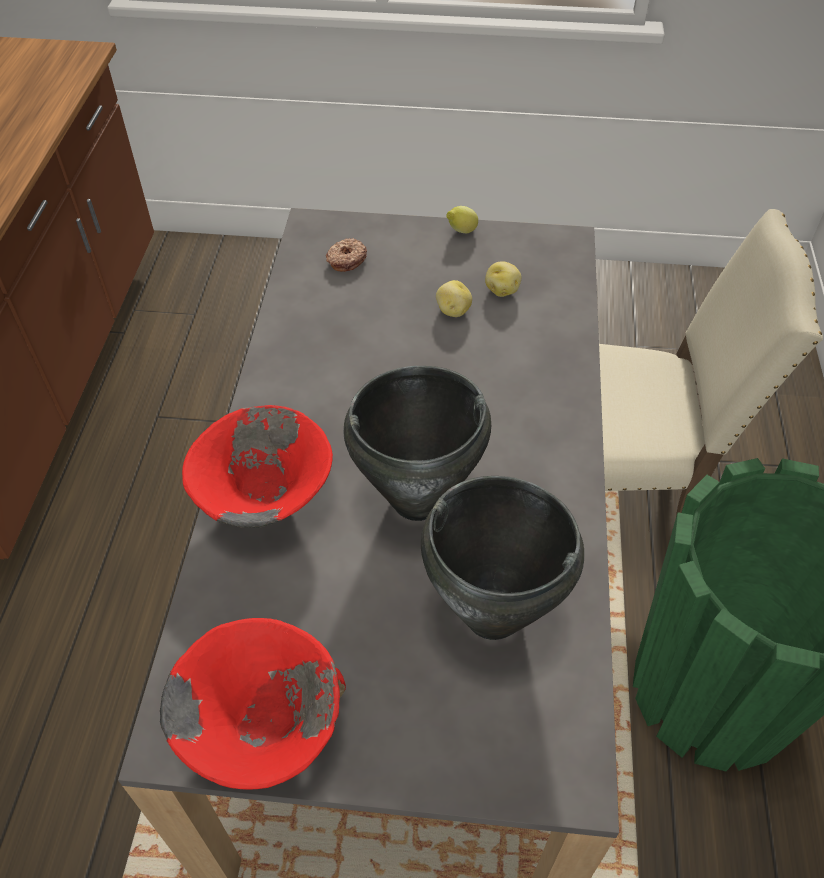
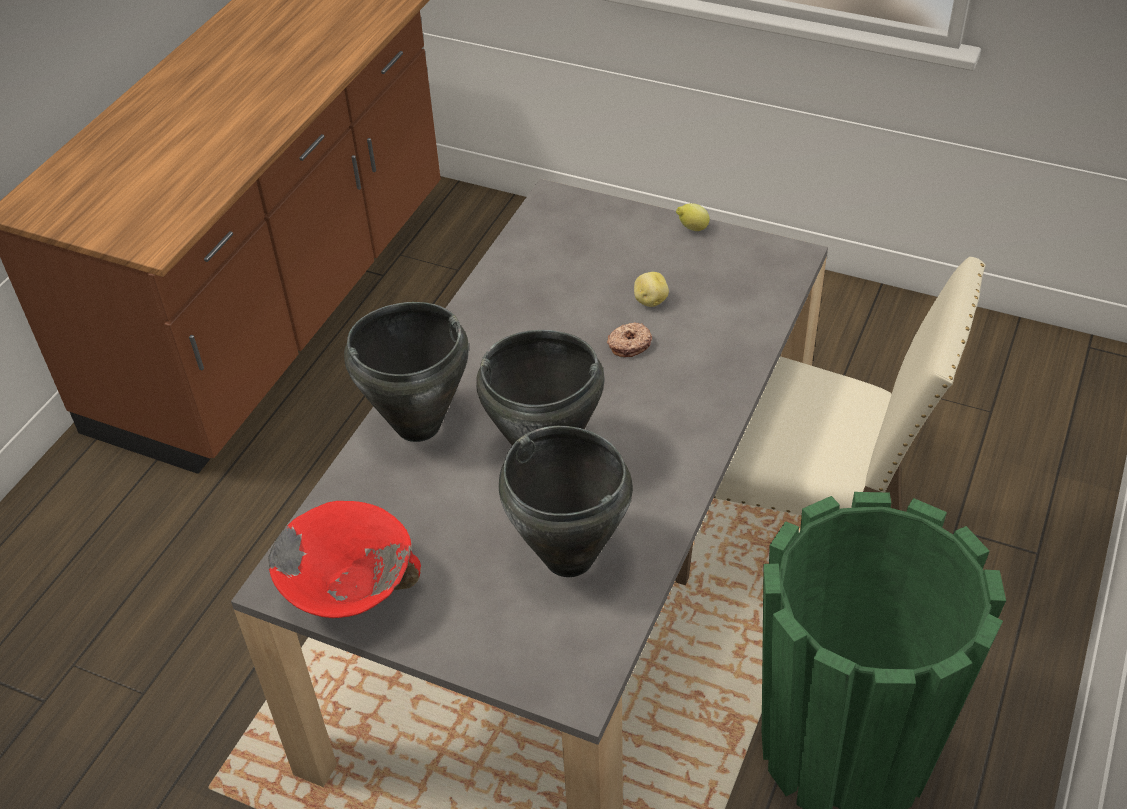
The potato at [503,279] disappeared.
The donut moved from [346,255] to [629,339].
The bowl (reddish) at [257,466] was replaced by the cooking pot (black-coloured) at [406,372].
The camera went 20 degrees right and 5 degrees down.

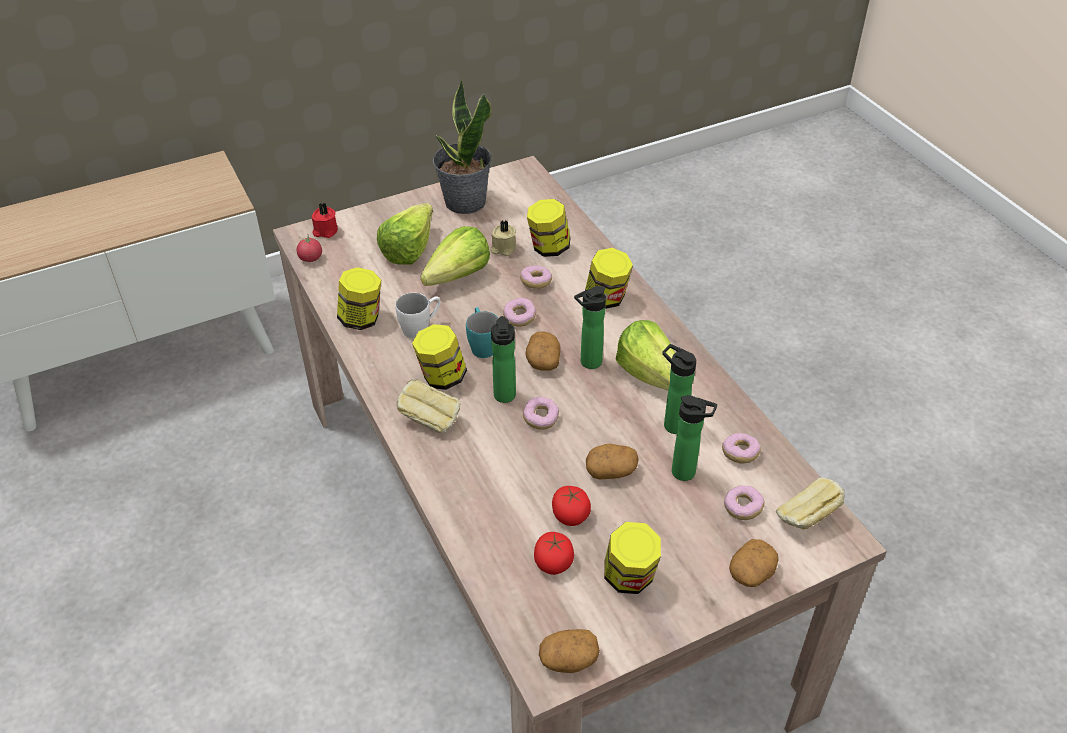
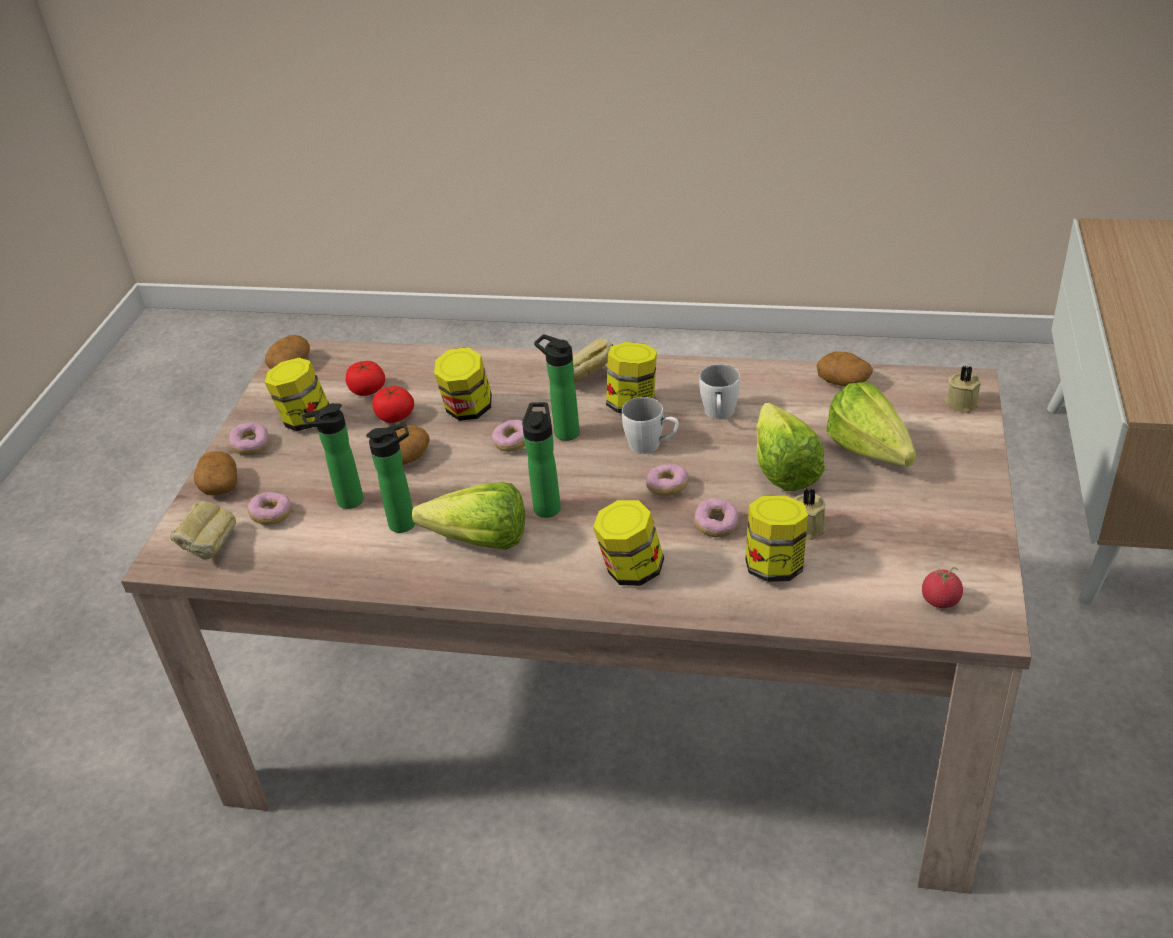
The potted plant at [462,146] disappeared.
The whole tomato moved from [309,248] to [942,587].
The storage jar moved from [359,298] to [463,384].
The potato moved from [543,351] to [845,368].
The donut moved from [741,448] to [249,438].
The candle (reddish) at [325,220] became the candle (beige) at [962,389].
The mug (turquoise-coloured) at [482,332] became the mug (whitish) at [650,425].
The camera went 130 degrees right and 5 degrees down.

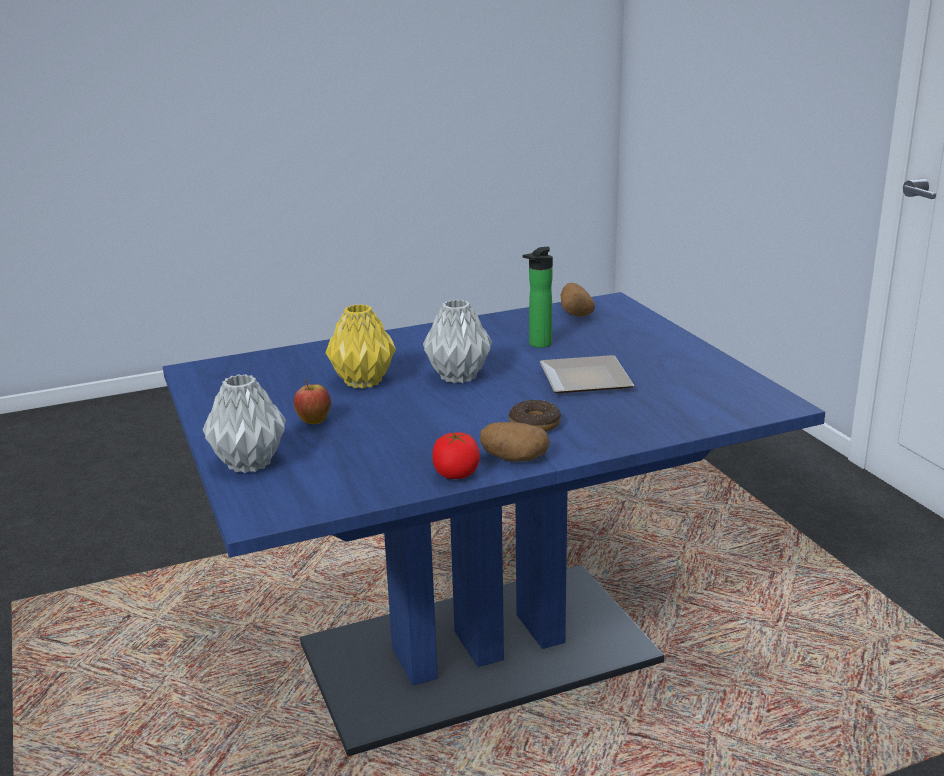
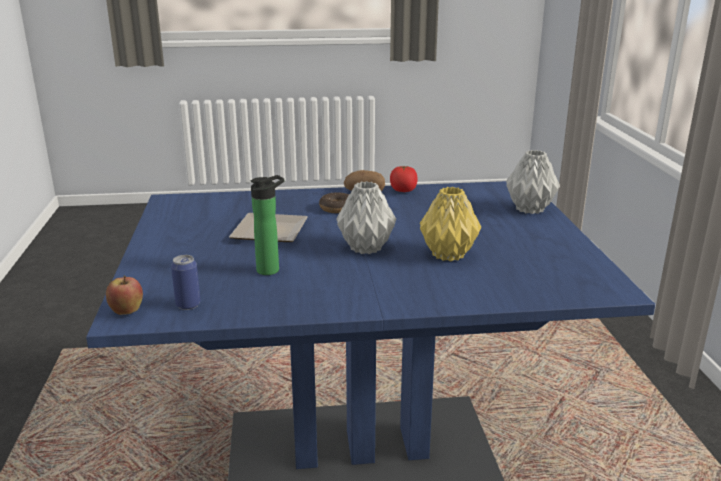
The apple moved from [312,401] to [124,295].
The potato at [578,300] was replaced by the metal can at [186,282].
The camera went 165 degrees left and 0 degrees up.

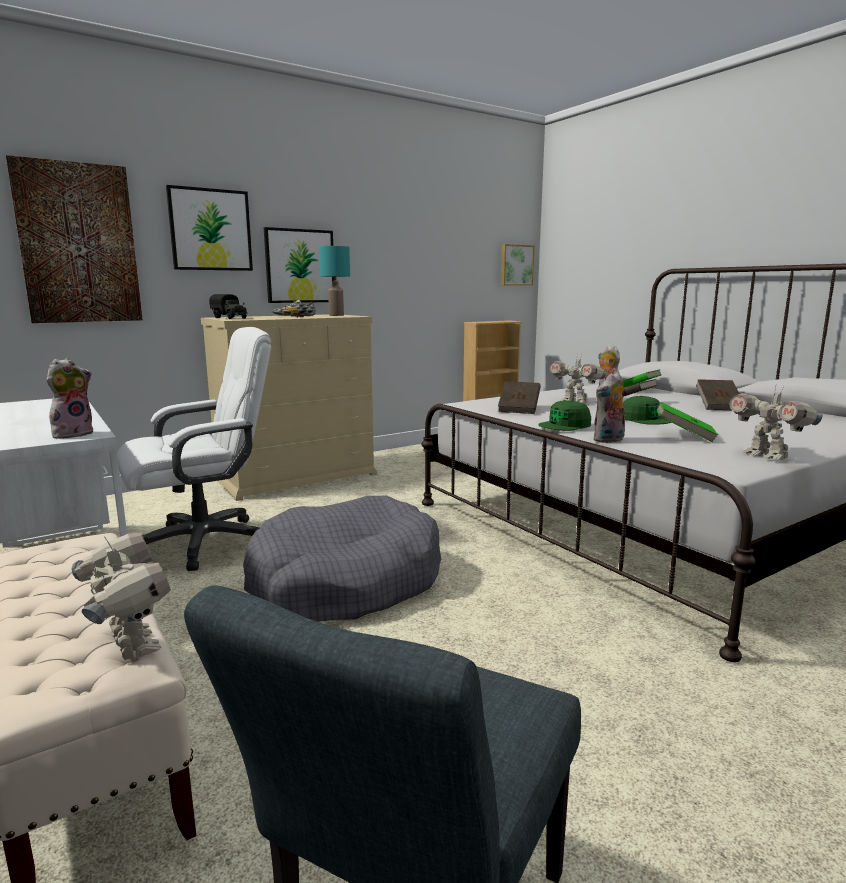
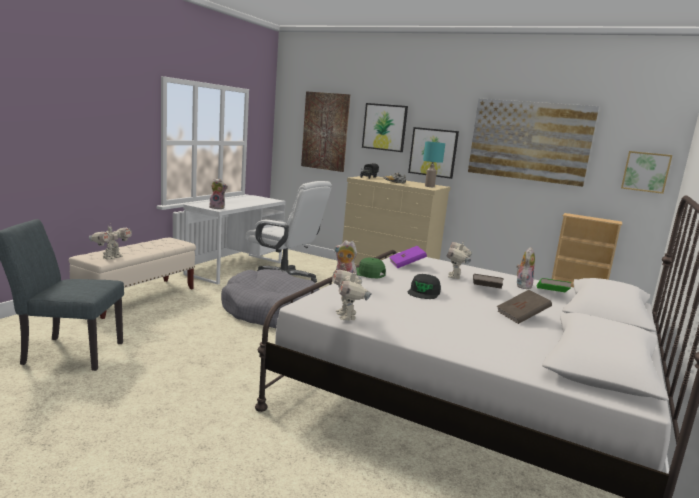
The book (green) at [687,422] disappeared.
The picture at [533,143] appeared.
The book (brownish) at [519,397] became the book (purplish) at [408,257].
The cap (green) at [647,410] became the cap (black-coloured) at [424,286].
The model robot at [776,423] turned 45 degrees counterclockwise.
The camera went 60 degrees right and 0 degrees up.

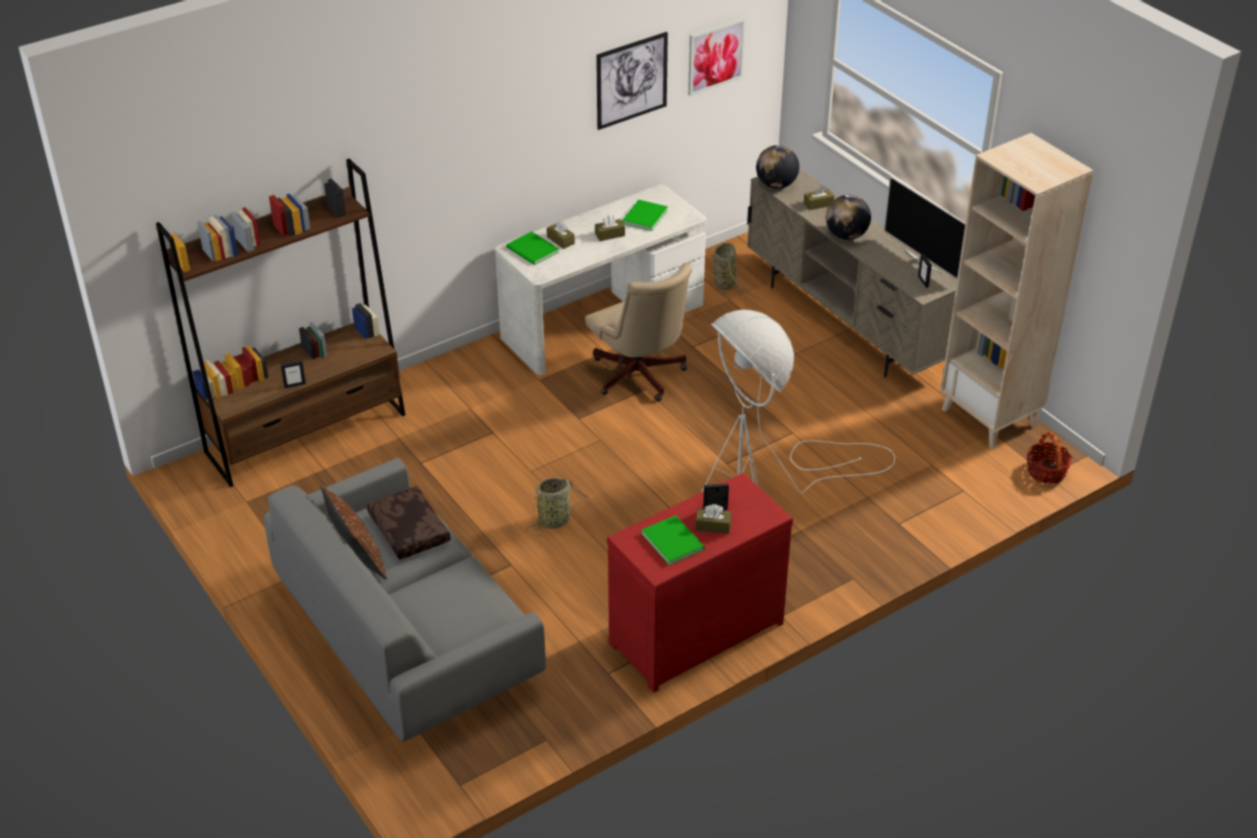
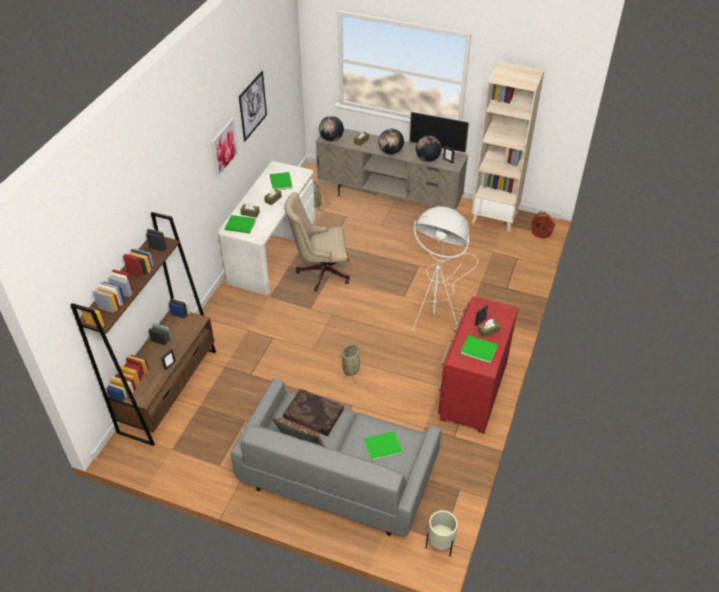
The book (green) at [383,446] appeared.
The desk globe at [429,149] appeared.
The planter (beige) at [442,533] appeared.
The picture moved from [717,56] to [224,148].
The office chair (beige) at [638,331] turned 150 degrees clockwise.
The camera went 35 degrees left and 5 degrees up.

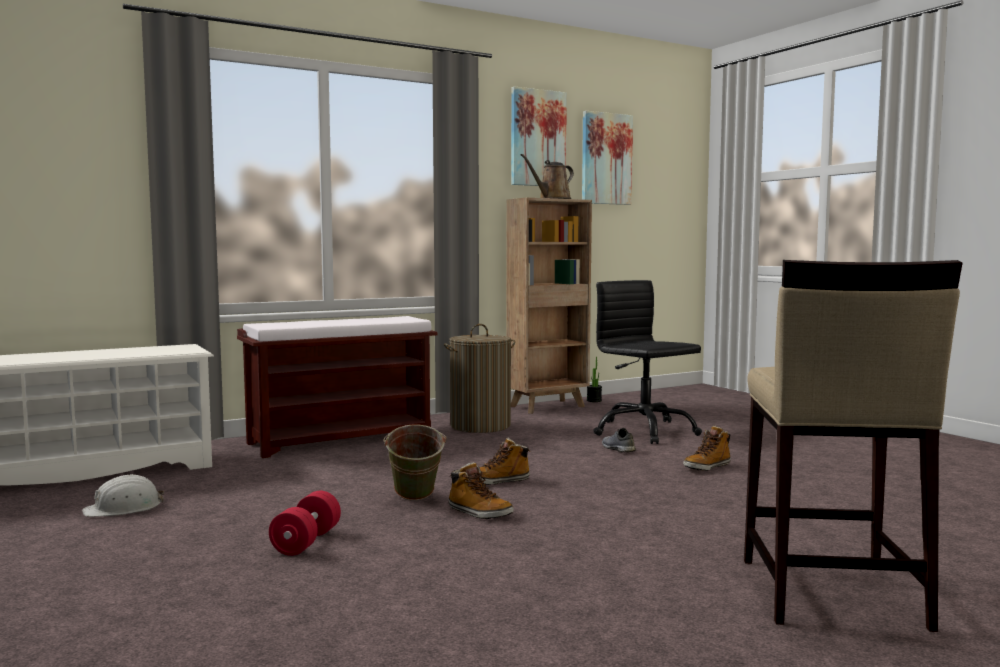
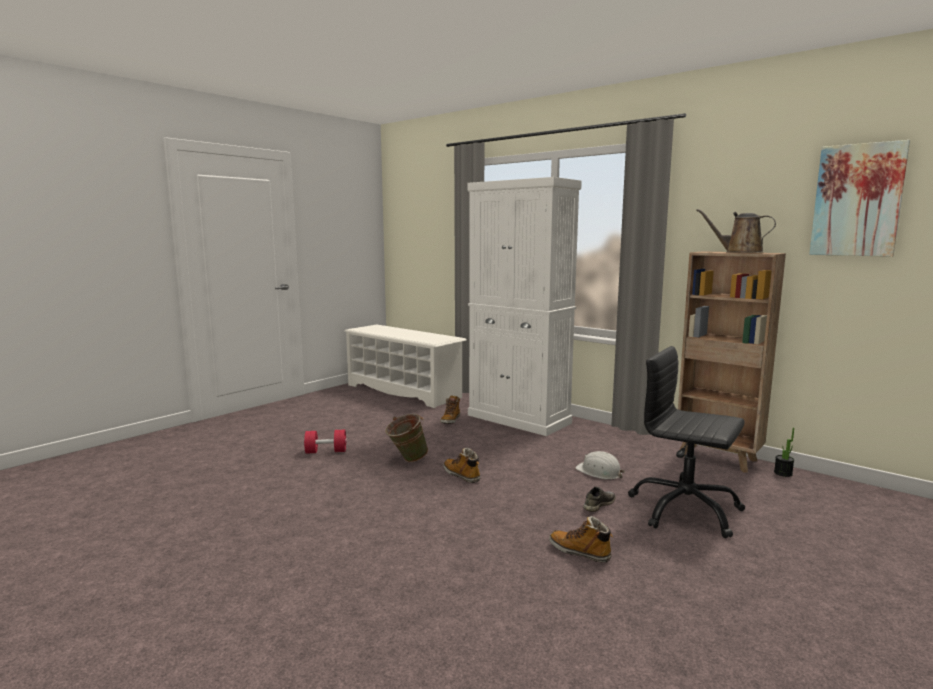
The laundry basket at [479,378] disappeared.
The picture at [539,136] disappeared.
The sitting stool (beige) at [853,446] disappeared.
The hard hat (whitish) moved from [123,495] to [600,465].
The tall boot moved from [481,490] to [450,409].
The long seat (brownish) at [337,387] was replaced by the cabinet (whitish) at [525,306].
The office chair (black-coloured) at [647,362] turned 90 degrees counterclockwise.
The camera went 70 degrees right and 5 degrees up.

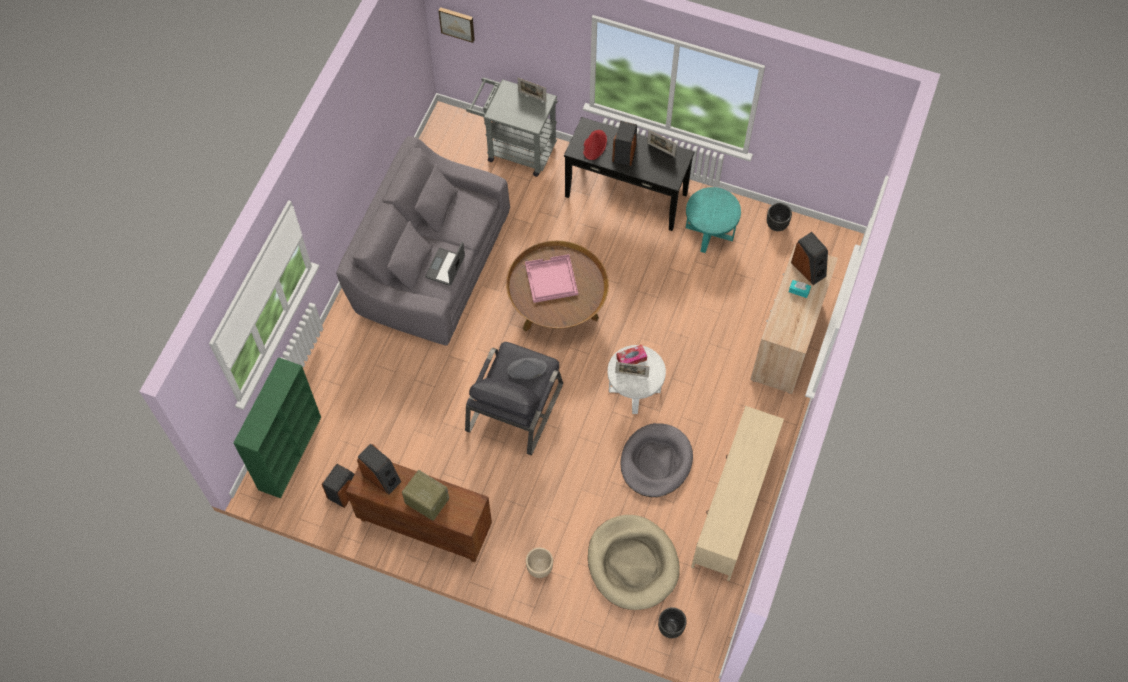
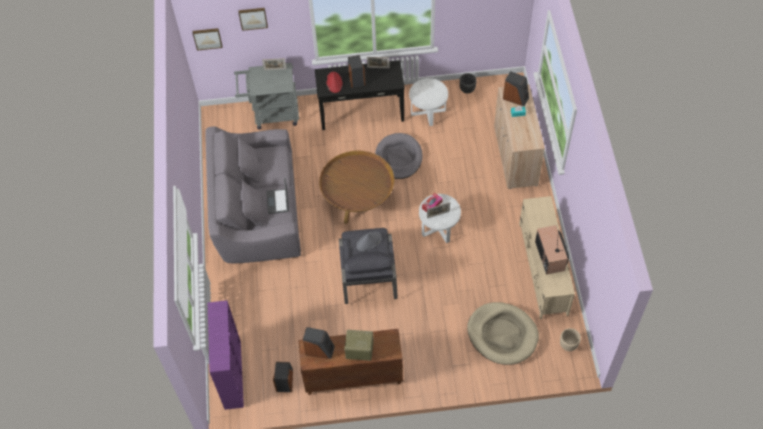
The serving tray (pink) at [551,278] disappeared.
The planter (black-coloured) at [672,622] disappeared.
The picture at [253,19] appeared.
The TV set at [552,250] appeared.
The planter (beige) moved from [539,563] to [570,339].
The pet bed (greyish) moved from [657,460] to [398,156].
The bookcase (green) at [277,427] became the bookcase (purplish) at [226,355].
The side table (turquoise-coloured) at [713,220] became the side table (whitish) at [428,102].
The camera went 25 degrees left and 5 degrees down.

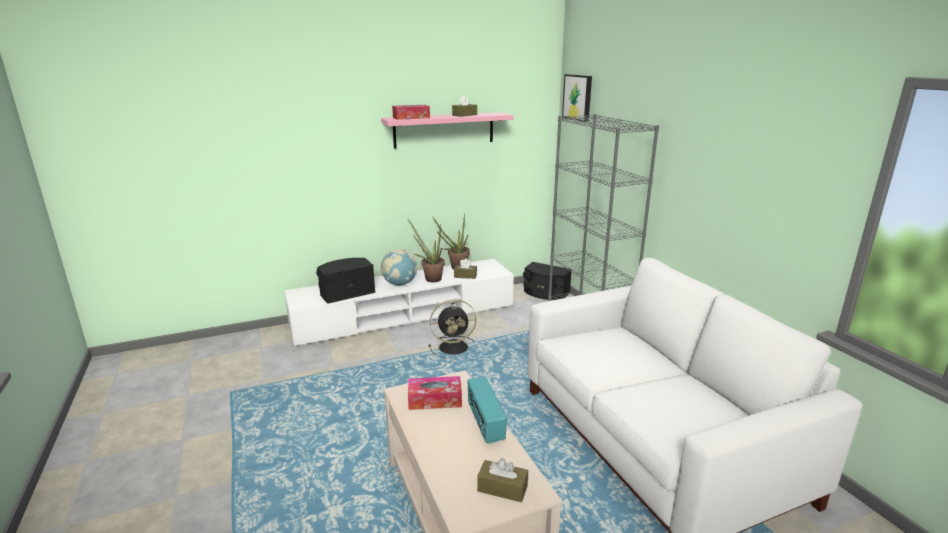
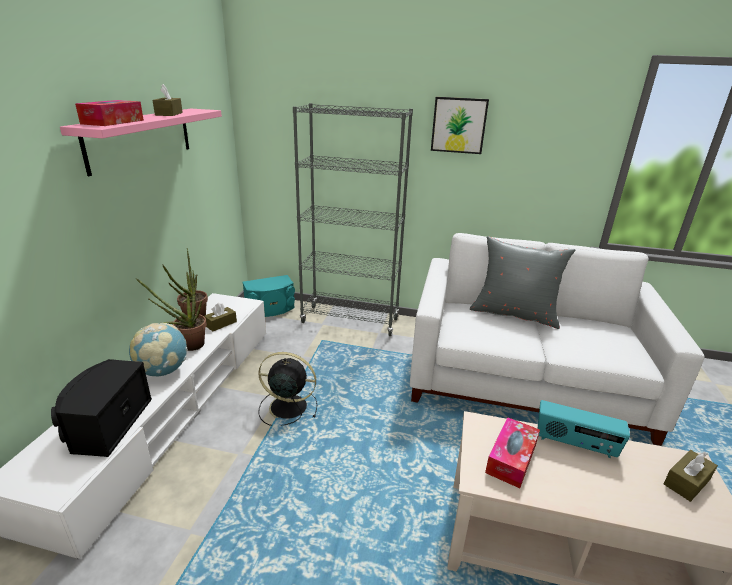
The throw pillow (greyish) at [523,282] appeared.
The picture moved from [577,98] to [460,125].
The audio speaker (black-coloured) at [547,281] became the audio speaker (turquoise-coloured) at [268,296].
The fan (black-coloured) at [452,329] turned 105 degrees counterclockwise.
The camera went 55 degrees left and 5 degrees up.

